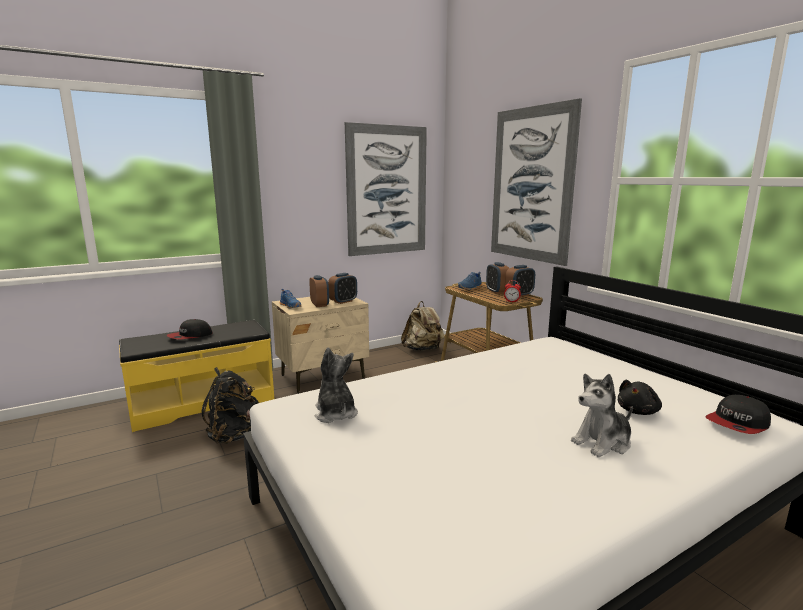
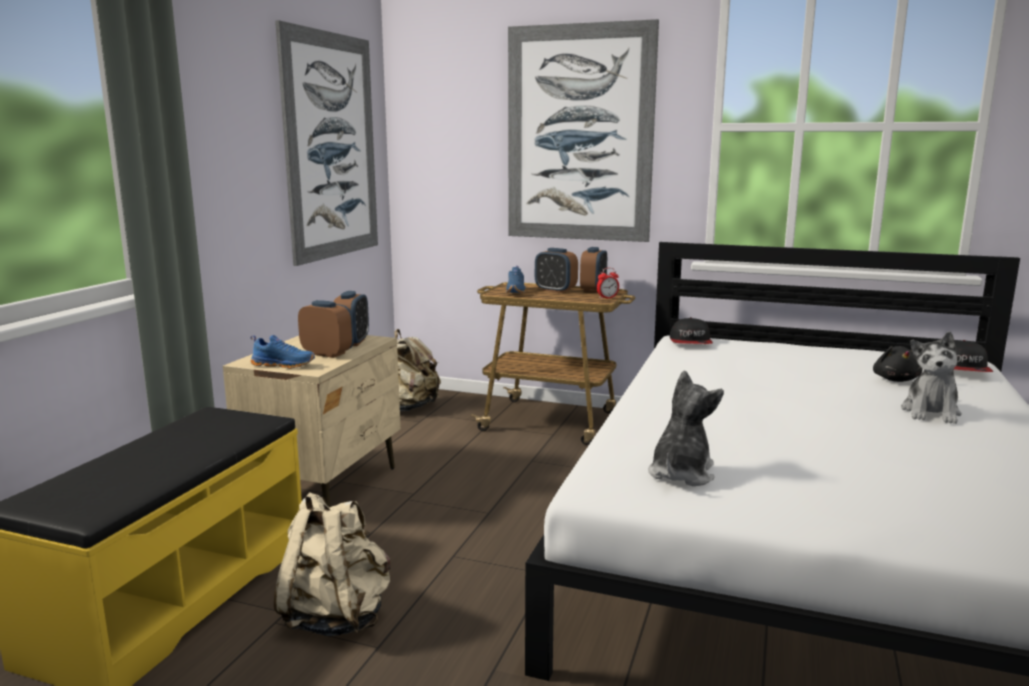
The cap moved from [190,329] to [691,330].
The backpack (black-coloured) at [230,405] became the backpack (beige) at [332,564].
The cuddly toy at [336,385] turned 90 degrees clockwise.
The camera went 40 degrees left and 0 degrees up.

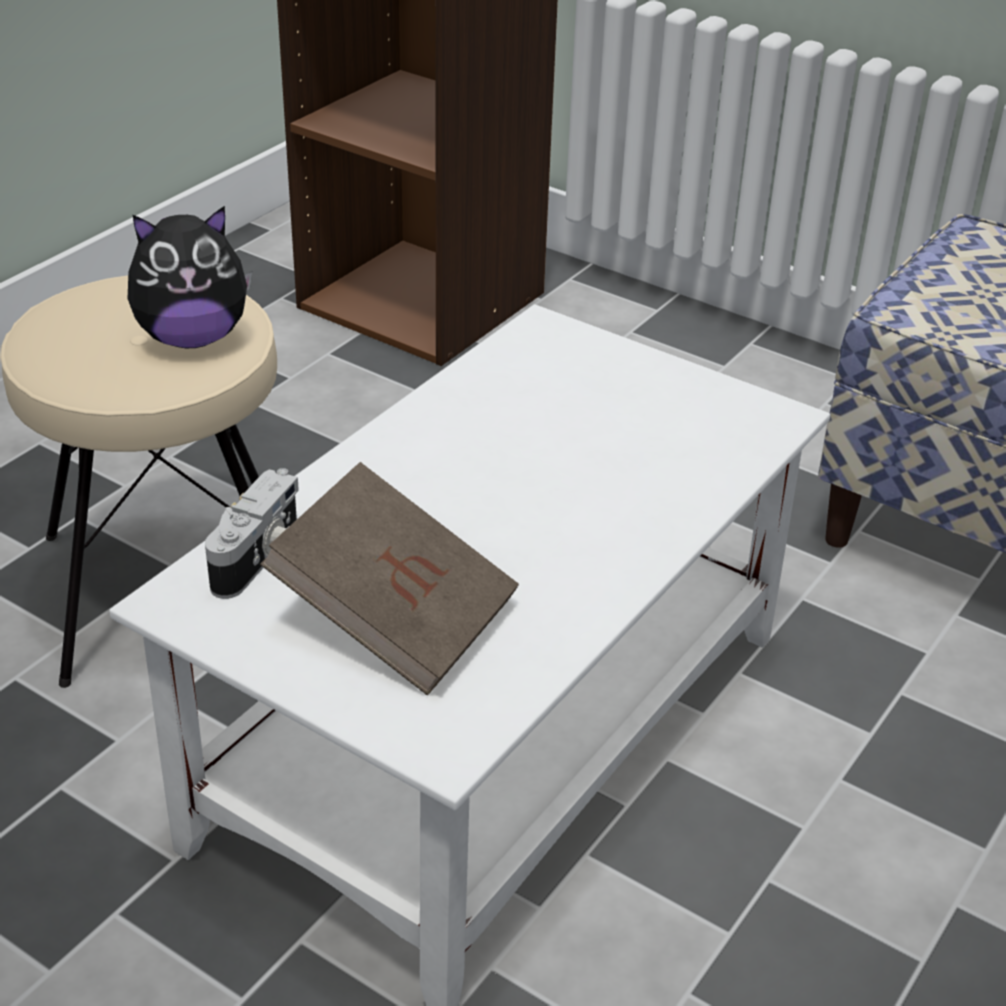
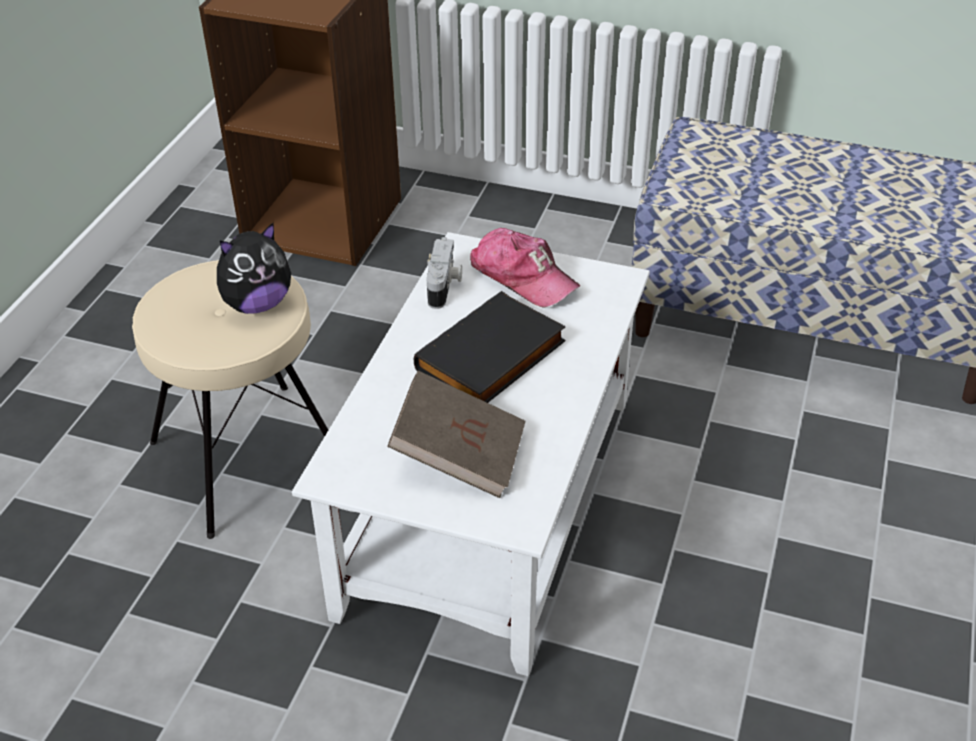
The book (black-coloured) at [490,347] appeared.
The cap at [525,267] appeared.
The photo camera moved from [252,533] to [444,273].
The camera went 15 degrees left and 5 degrees up.

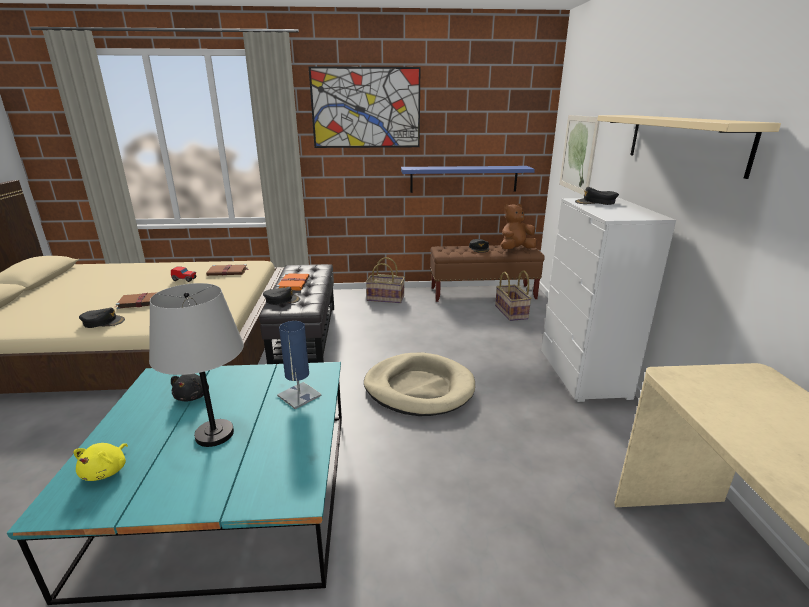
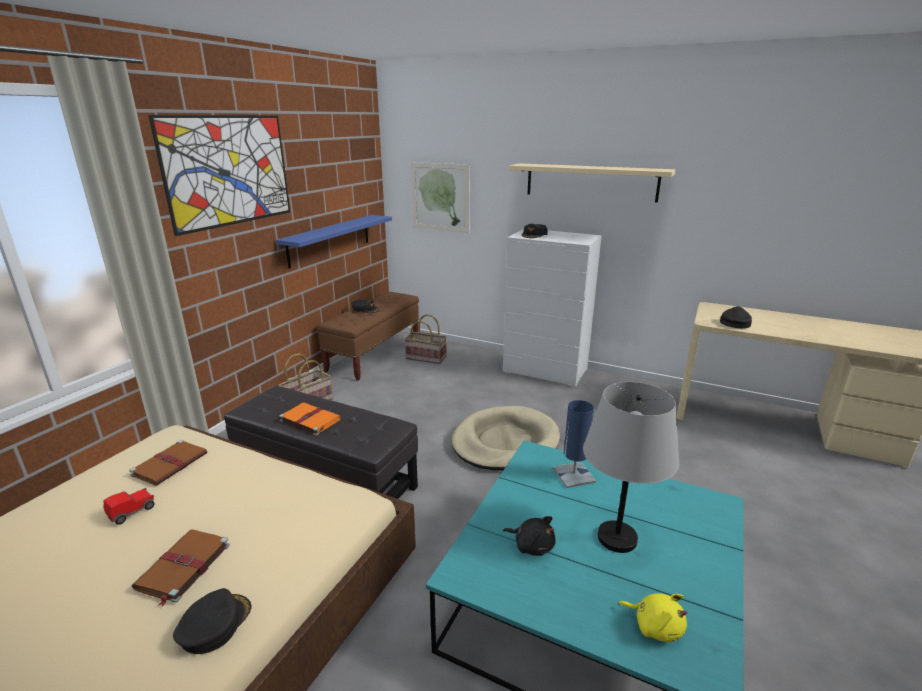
The cuddly toy (brownish) at [519,226] disappeared.
The cap (black-coloured) moved from [281,296] to [736,317].
The camera went 60 degrees left and 0 degrees up.

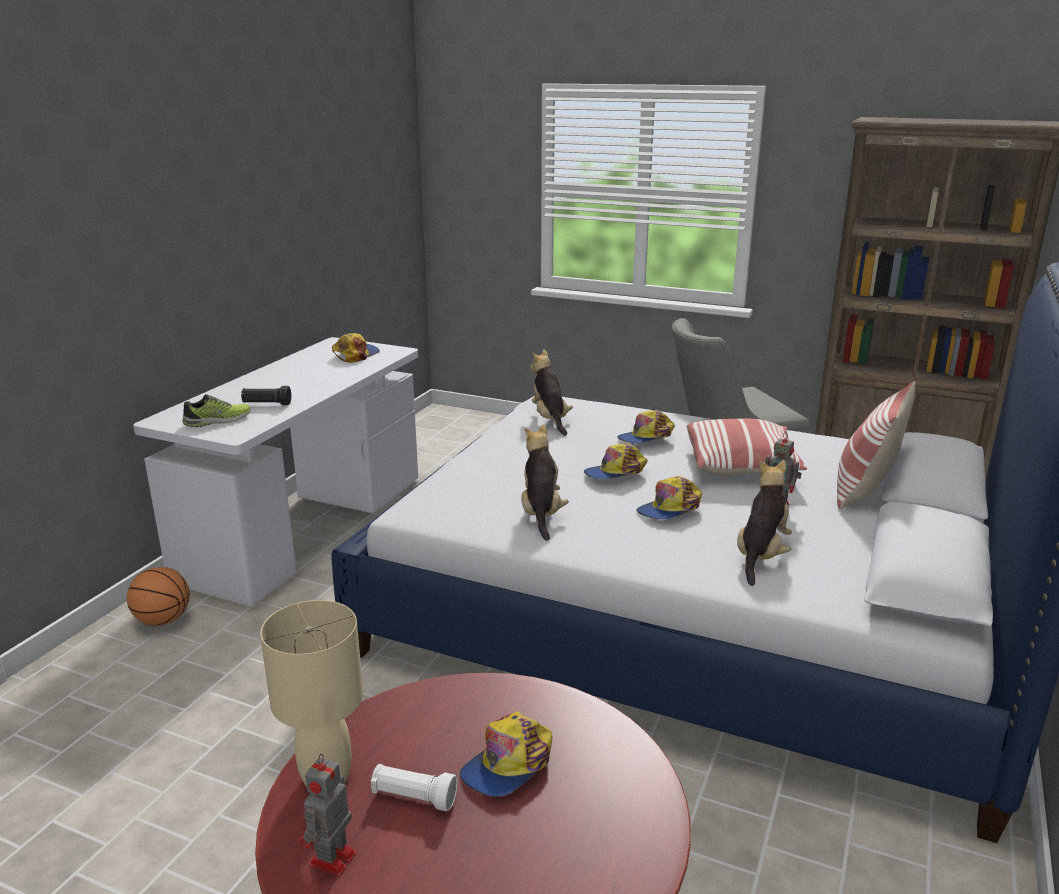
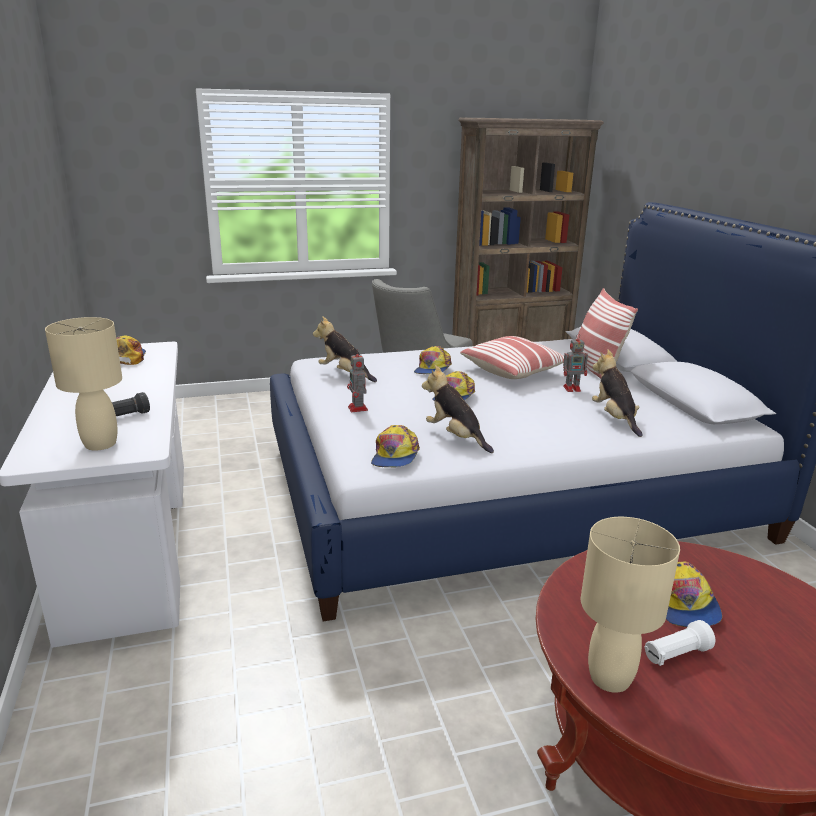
The basketball at [158,596] disappeared.
The model robot moved from [327,815] to [357,380].
The cap moved from [669,498] to [395,446].
The low shoe at [216,410] was replaced by the table lamp (beige) at [83,384].
The camera went 40 degrees left and 0 degrees up.

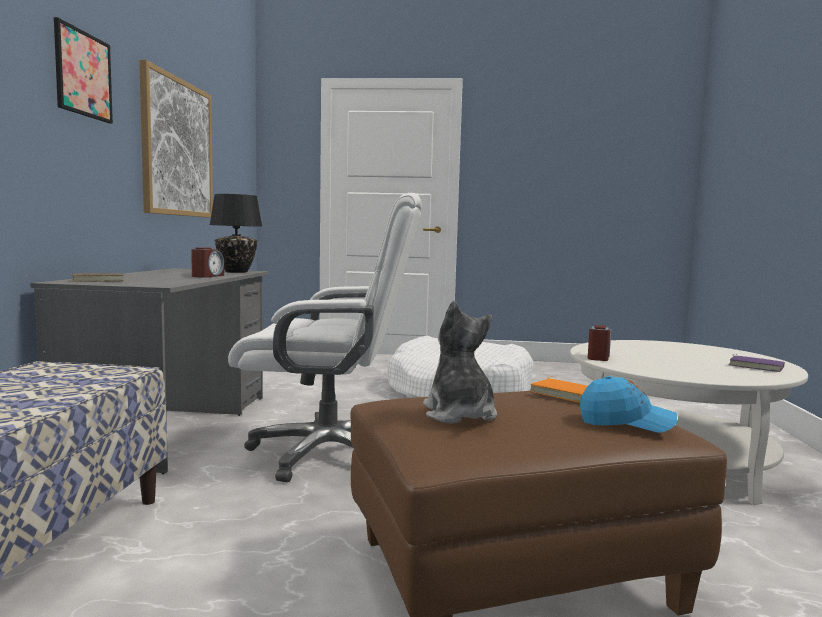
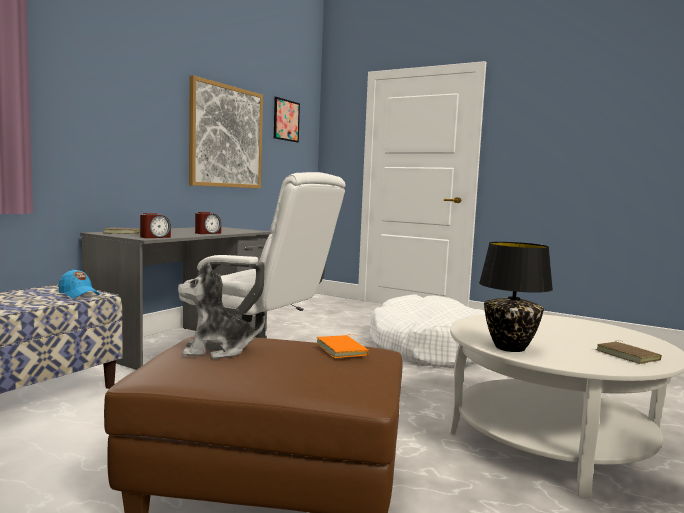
The picture moved from [83,70] to [287,119].
The table lamp (black-coloured) moved from [235,233] to [516,297].
The cap (blue) moved from [628,404] to [79,283].
The bedside clock moved from [599,343] to [155,225].
The book (purplish) at [756,363] became the book (brownish) at [629,352].
The cuddly toy at [460,362] turned 105 degrees counterclockwise.
The camera went 25 degrees right and 0 degrees up.

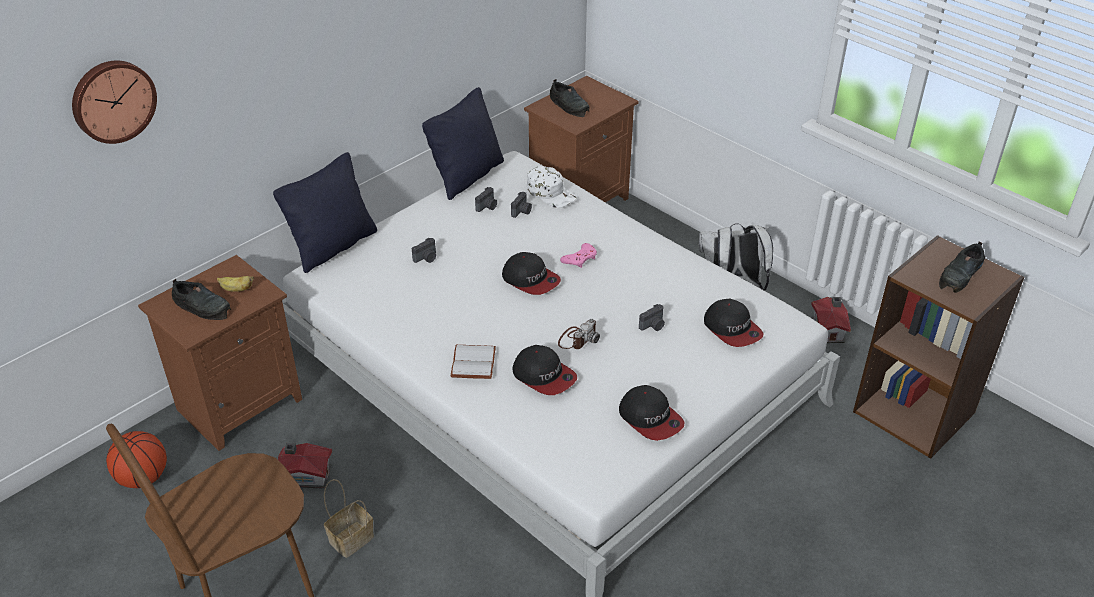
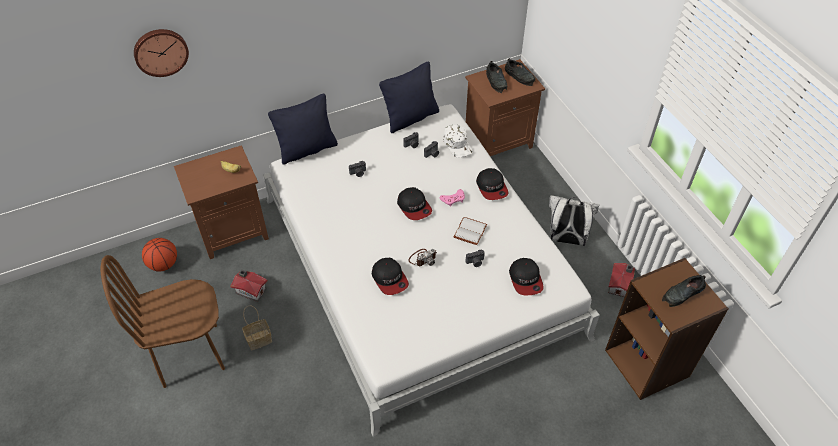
The low shoe (black-coloured) moved from [201,299] to [520,72].
The book (whitish) moved from [473,362] to [470,231].
The cap moved from [651,413] to [492,184].
The camera went 20 degrees right and 10 degrees up.

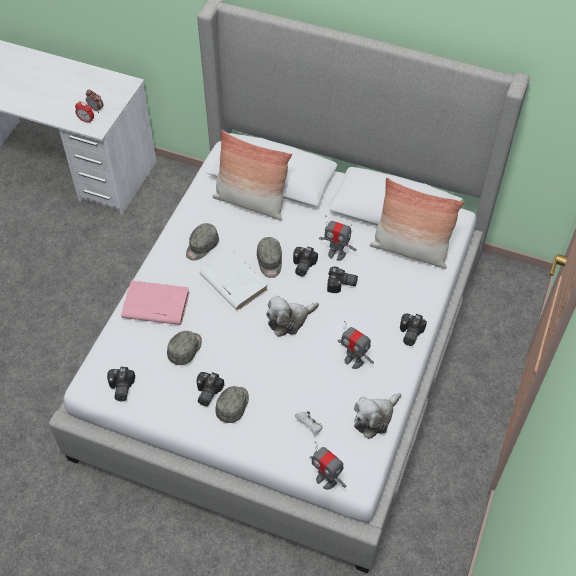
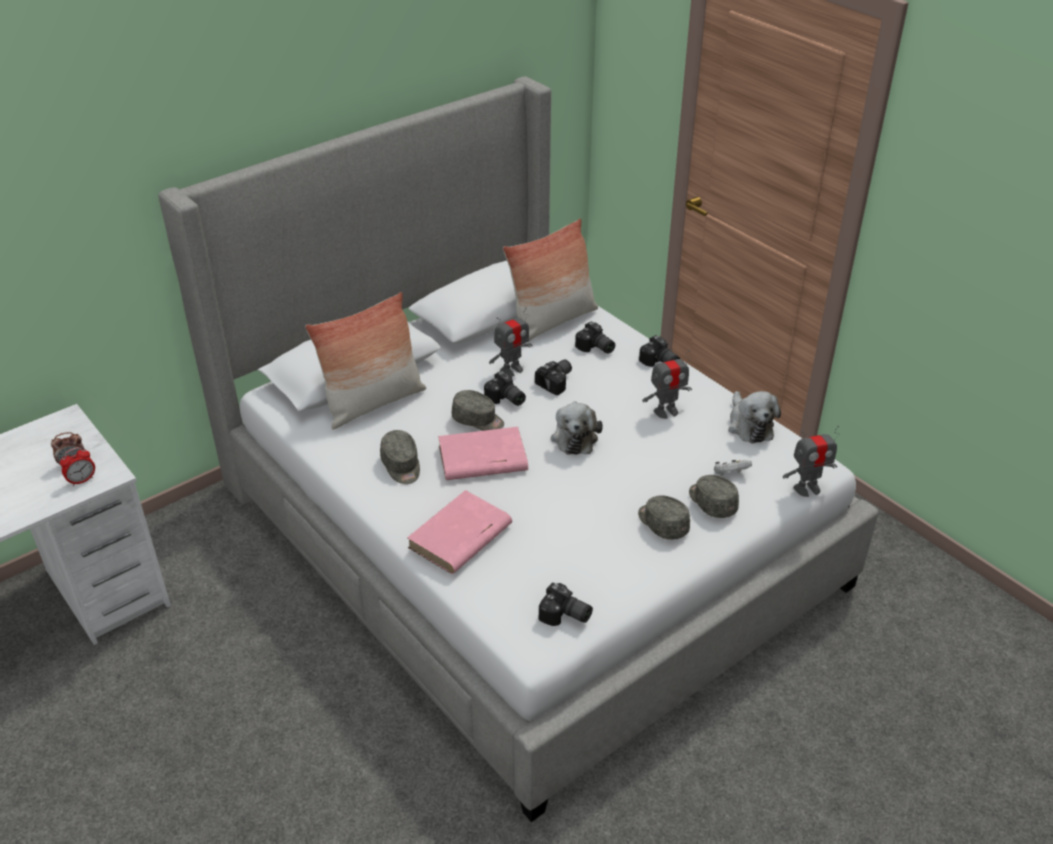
The cap (greyish) moved from [184,348] to [714,496].
The photo camera moved from [210,389] to [595,337].
The book (whitish) at [234,280] became the book (pink) at [483,453].
The camera went 60 degrees left and 15 degrees down.

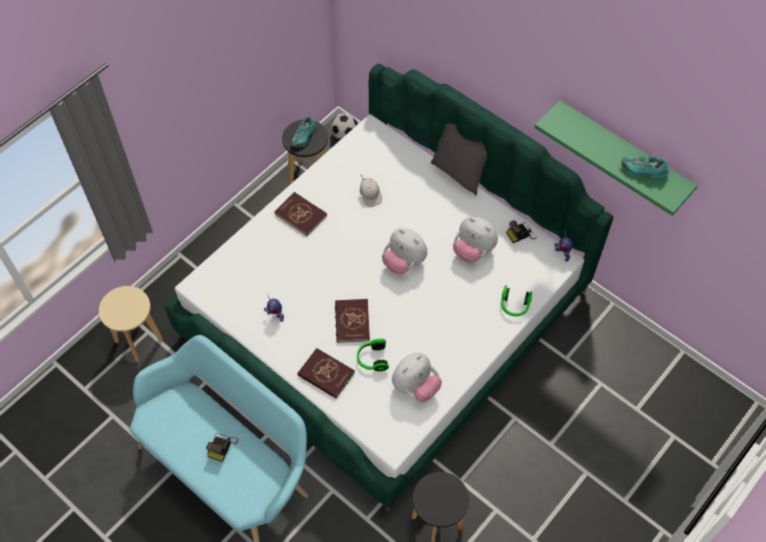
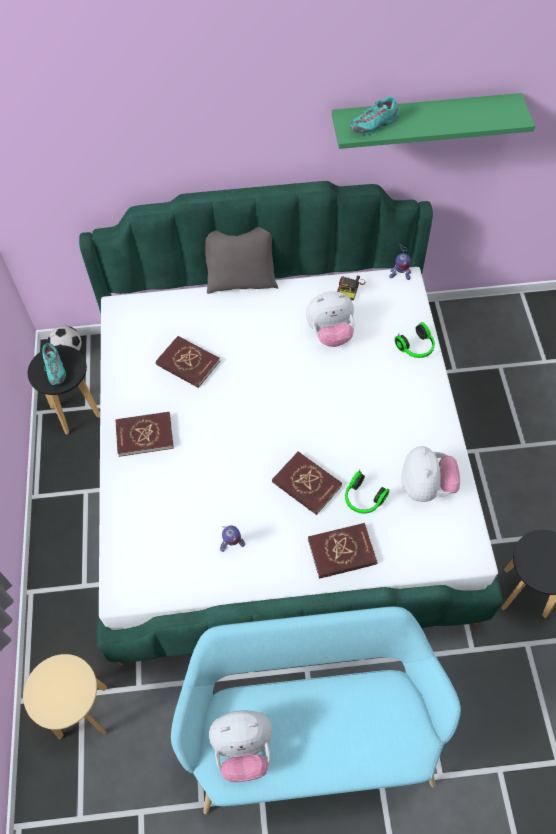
The photo camera at [222,448] disappeared.
The cuddly toy moved from [404,251] to [240,746].
The low shoe (turquoise-coloured) moved from [645,167] to [374,115].
The cap (whitish) at [371,191] was replaced by the book (reddish) at [188,362].
The camera went 45 degrees left and 0 degrees up.

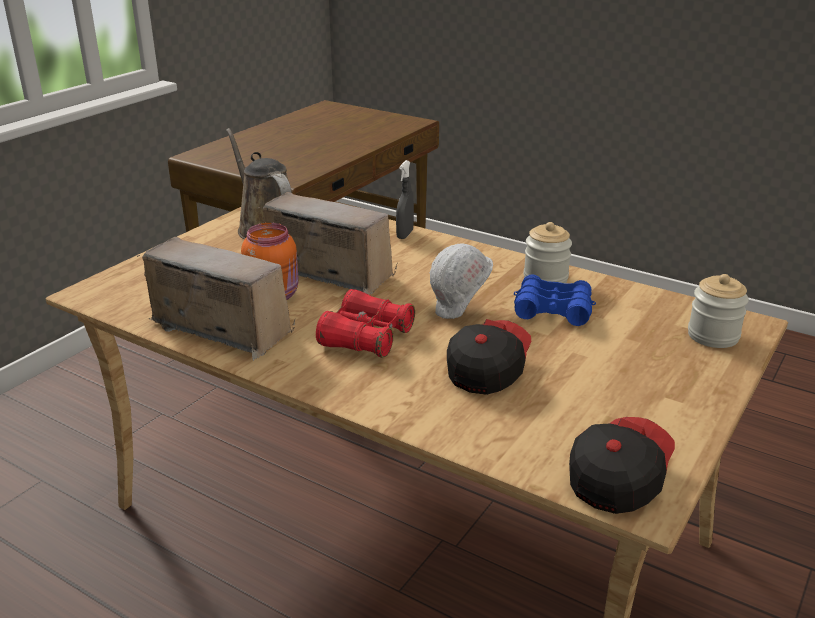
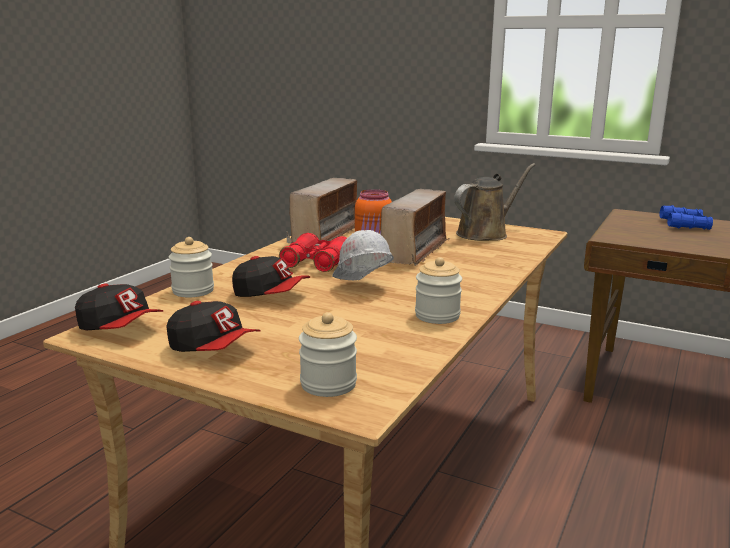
The hand sprayer (greyish) at [405,199] disappeared.
The cap at [213,326] appeared.
The storage jar at [191,267] appeared.
The field glasses (blue) moved from [555,300] to [686,217].
The camera went 85 degrees right and 10 degrees down.

